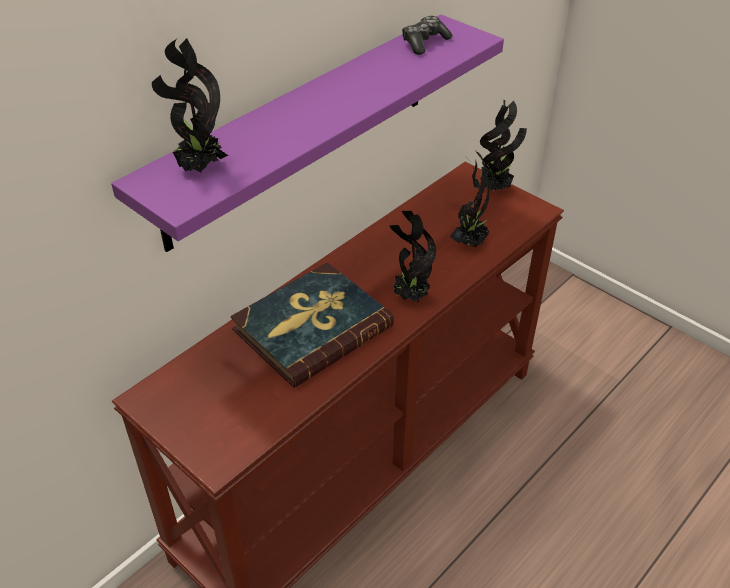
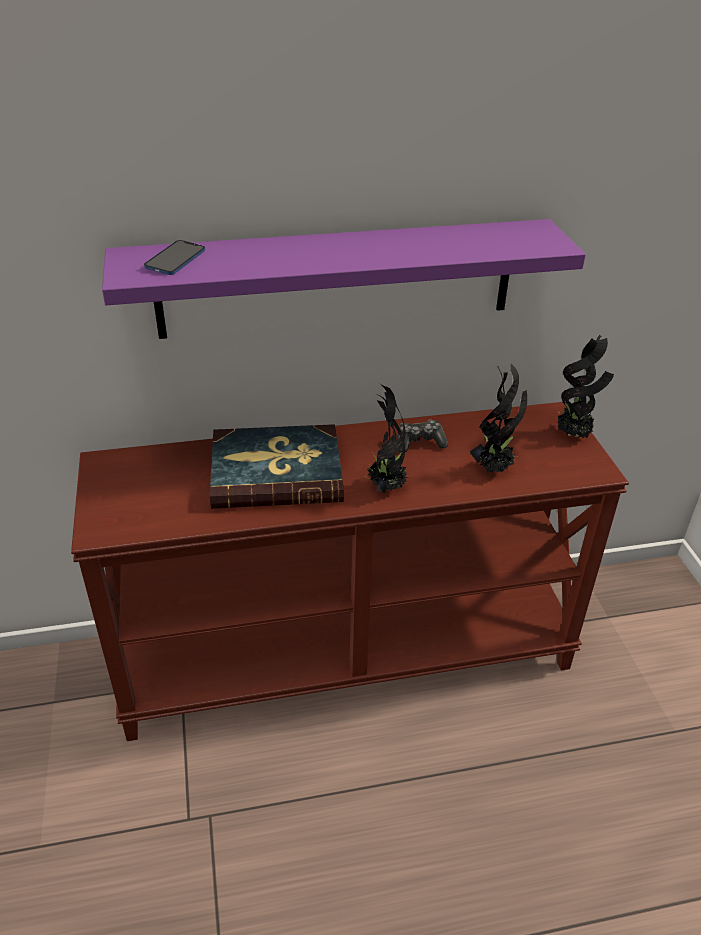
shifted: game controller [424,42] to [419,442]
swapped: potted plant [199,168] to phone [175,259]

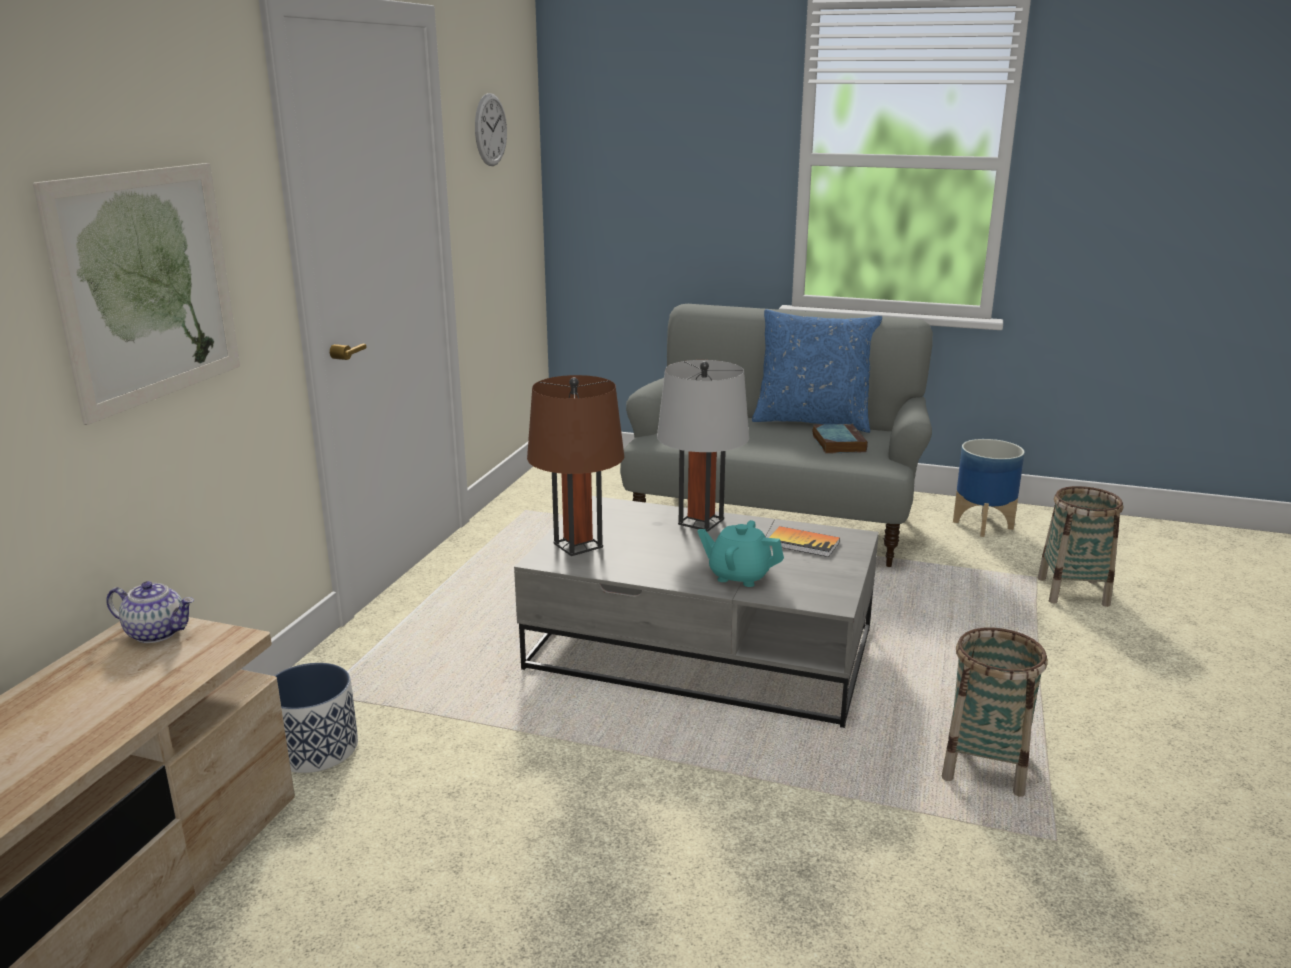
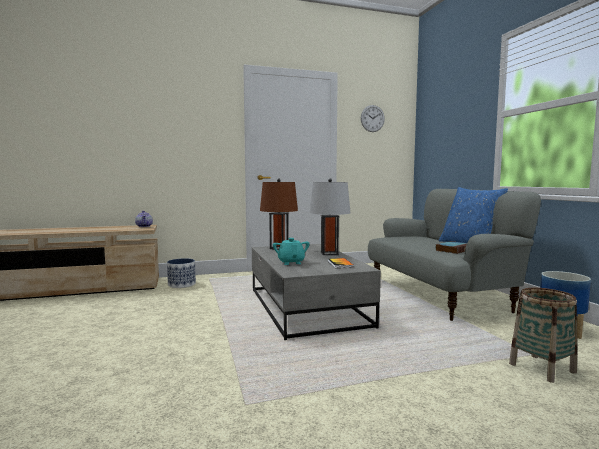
gone: picture [148,286]; basket [984,766]

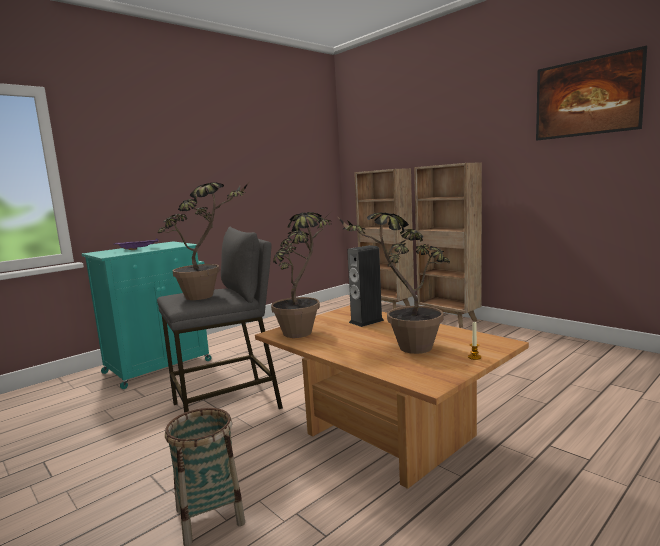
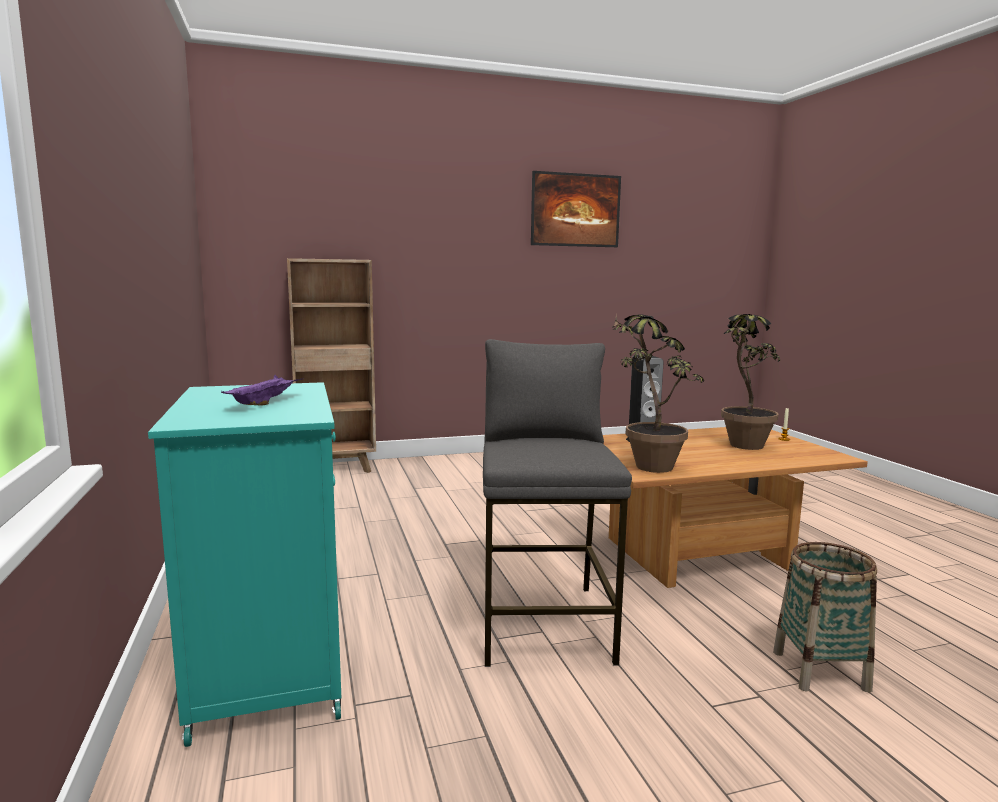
gone: potted plant [209,296]; bookcase/brown [449,320]

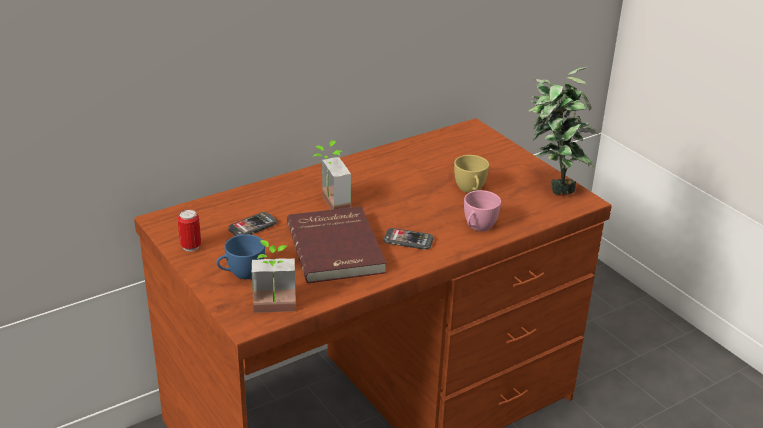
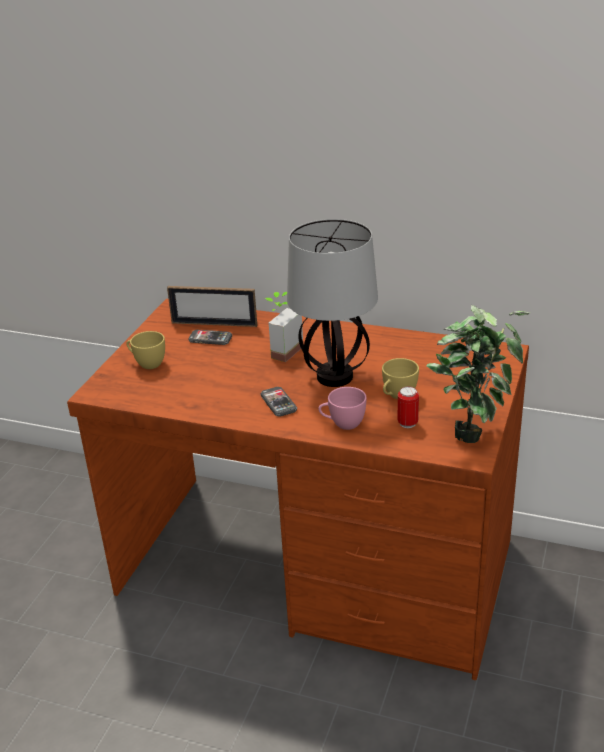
gone: potted plant [274,311]; book/red [337,248]
new: picture frame [214,324]; table lamp [334,377]
shifted: can [191,246] to [407,423]
repainted: cup/blue [241,274] to cup/yellow [147,363]

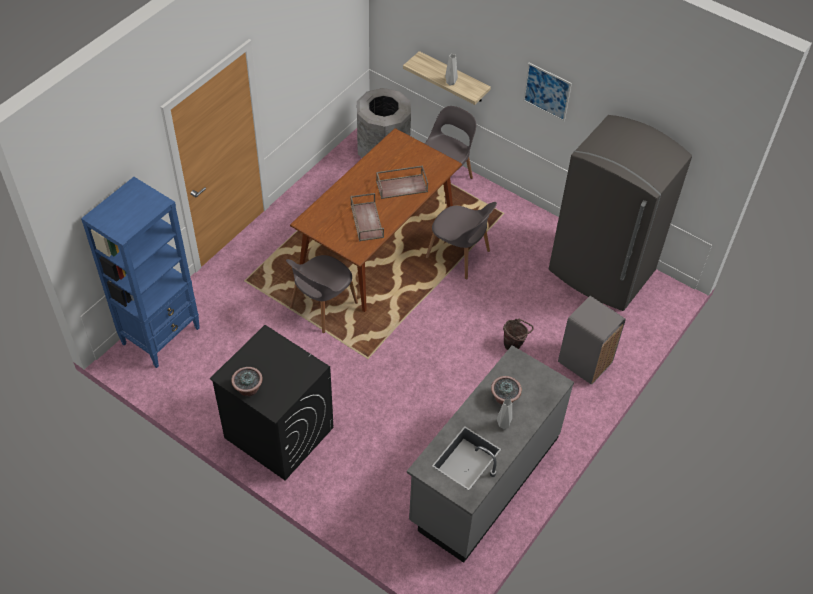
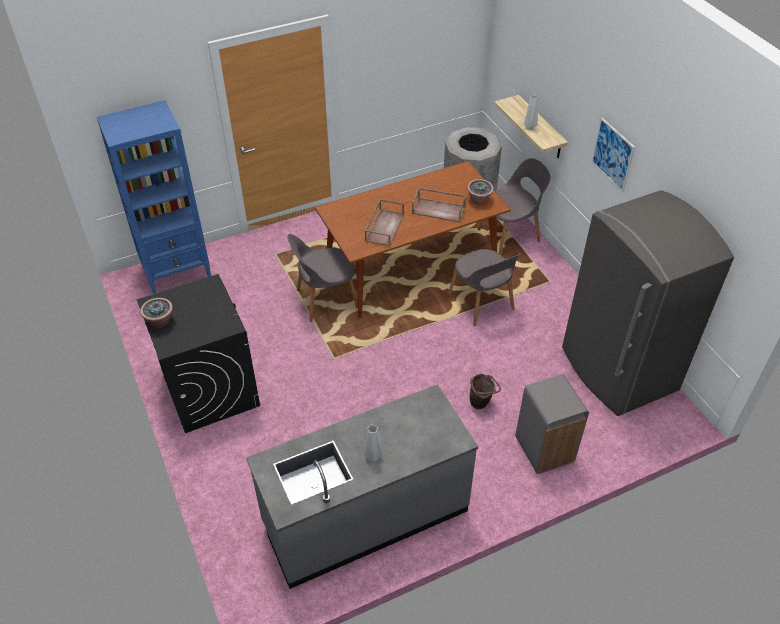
shifted: potted plant [504,398] to [479,200]

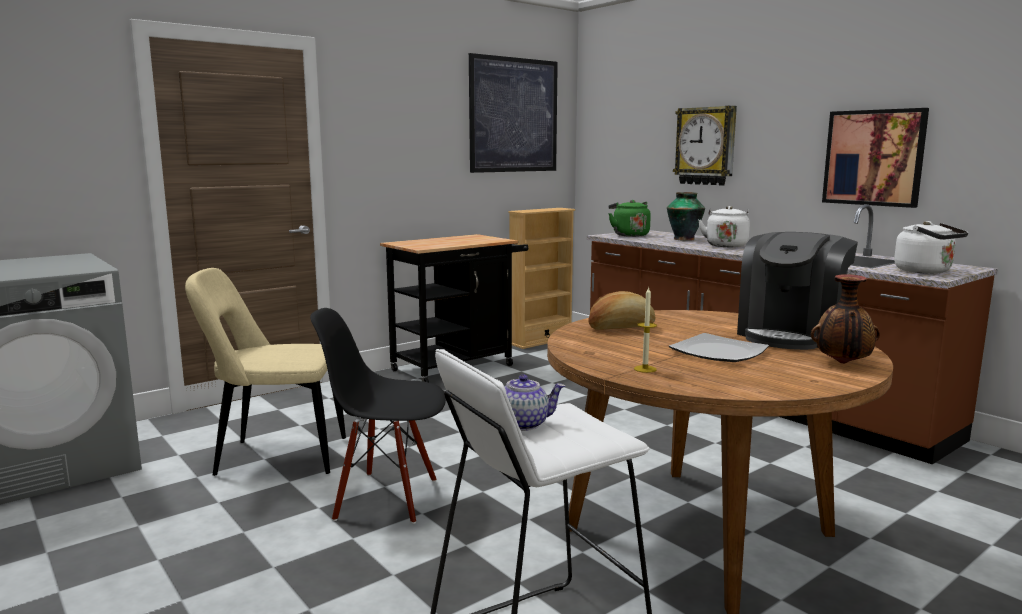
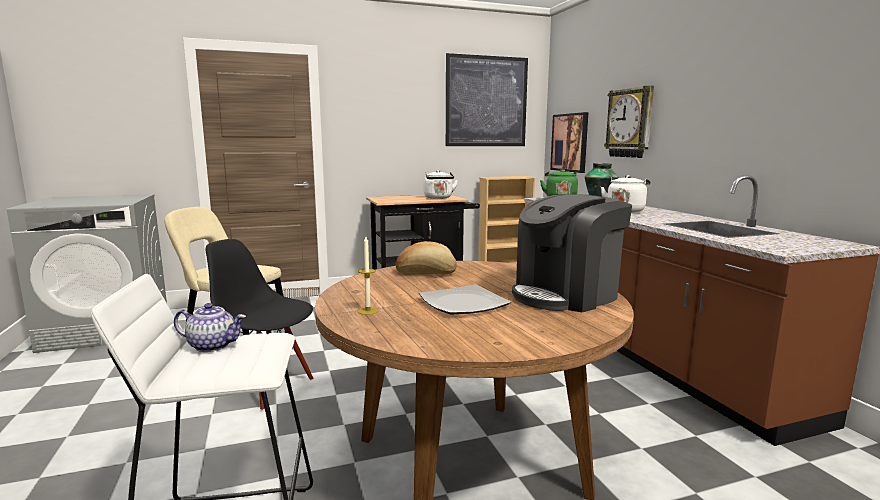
gone: vase [842,363]
shifted: picture [873,157] to [570,142]; kettle/white [926,271] to [438,198]

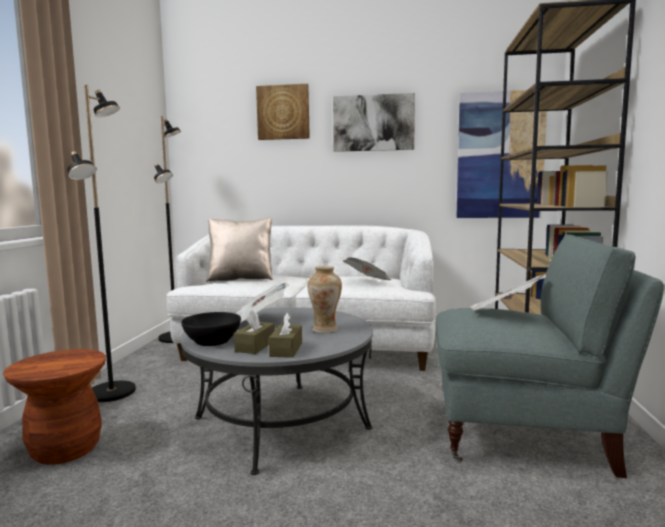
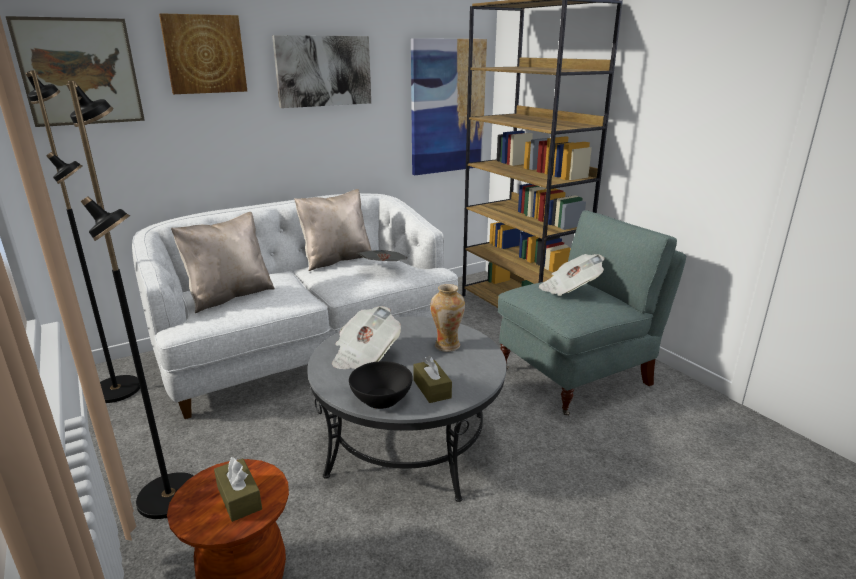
new: picture [80,72]; pillow/beige [336,260]
shifted: tissue box/brown [286,349] to [239,498]

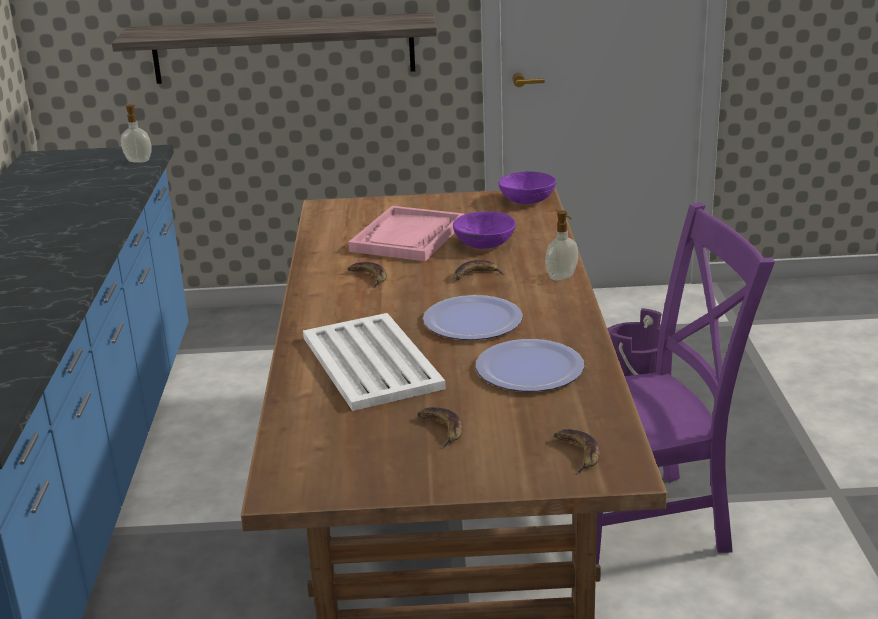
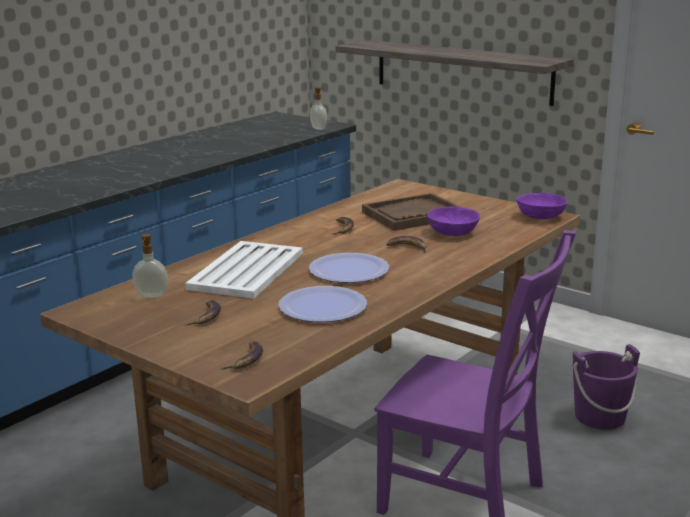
shifted: soap dispenser [562,277] to [151,296]
repainted: tray/pink [408,237] to tray/brown [413,215]

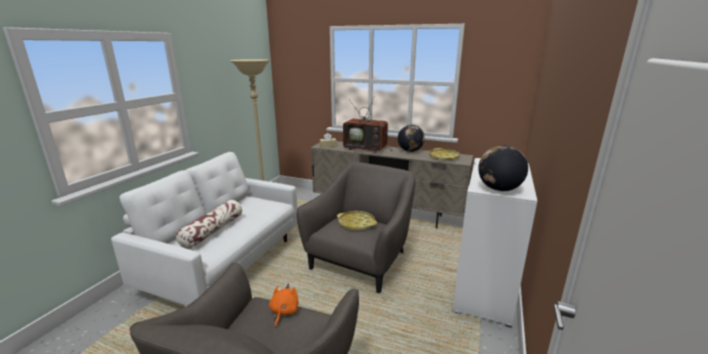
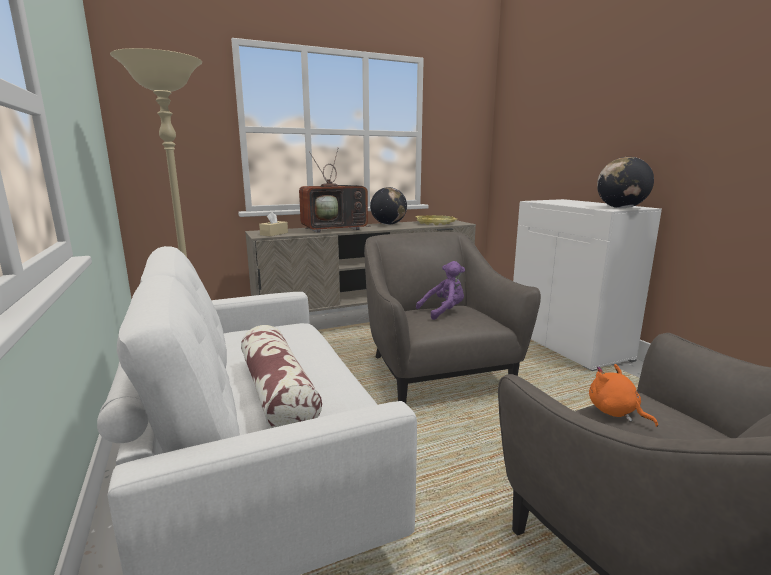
swapped: tray/yellow [356,223] to plush toy/purple [444,311]

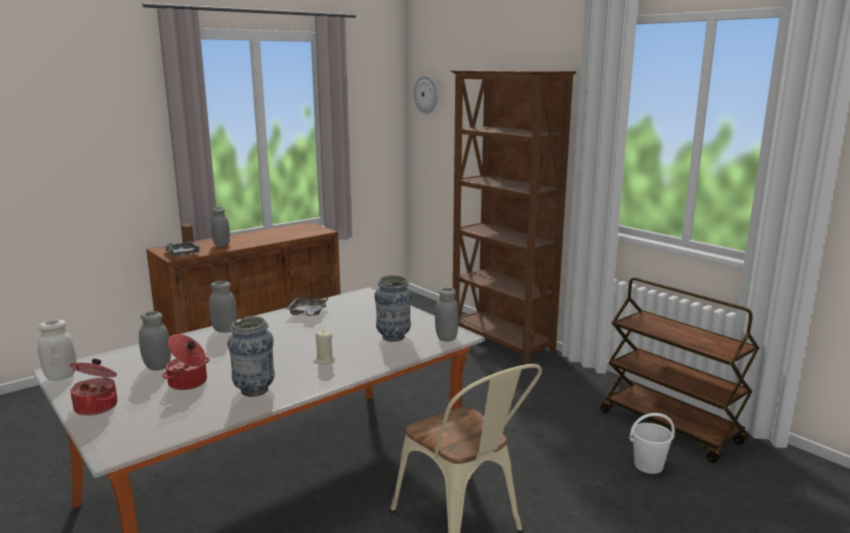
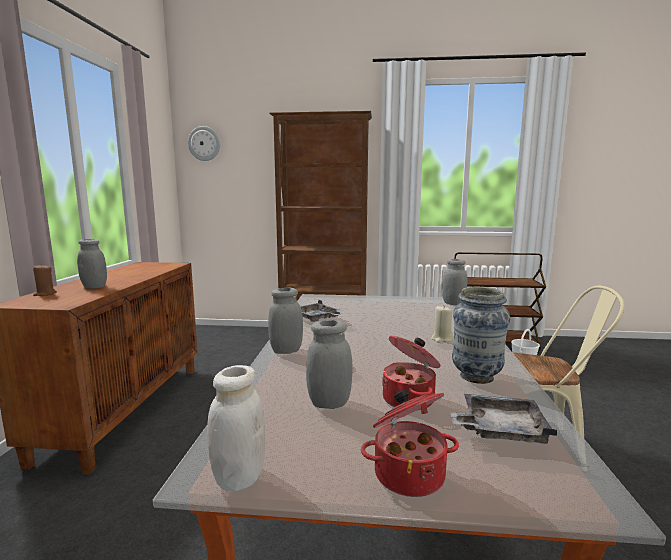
gone: vase [393,337]
shifted: tray/grey [182,253] to [500,429]

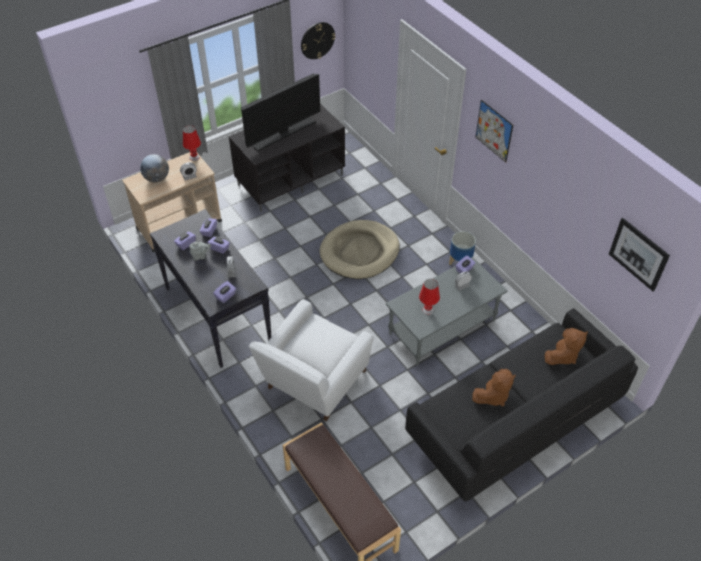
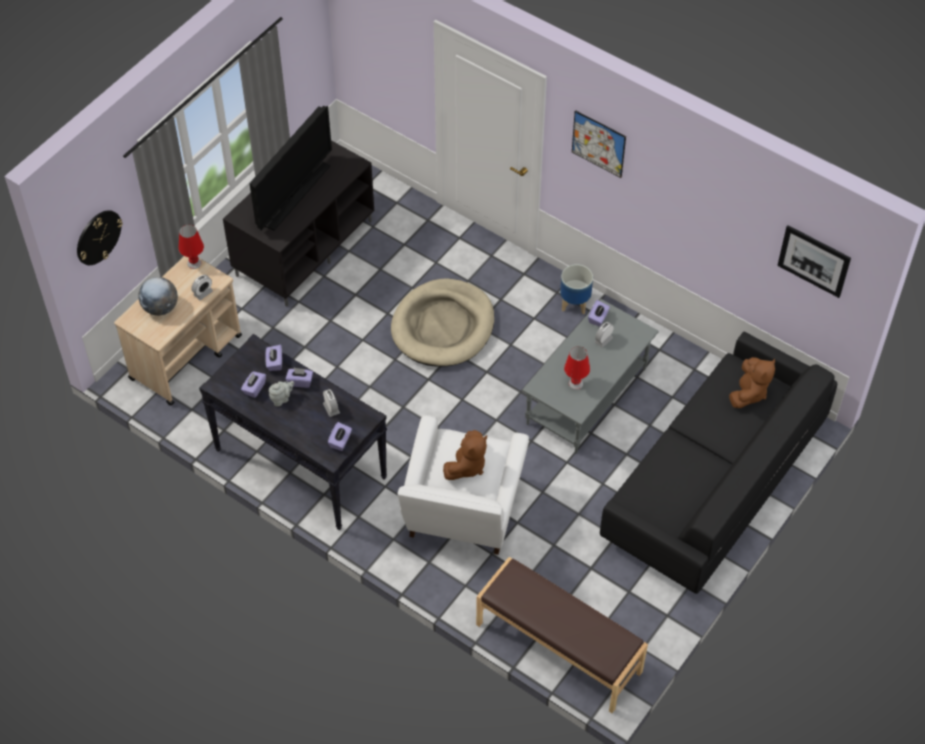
shifted: wall clock [317,40] to [98,237]; plush toy/brown [493,396] to [467,466]

